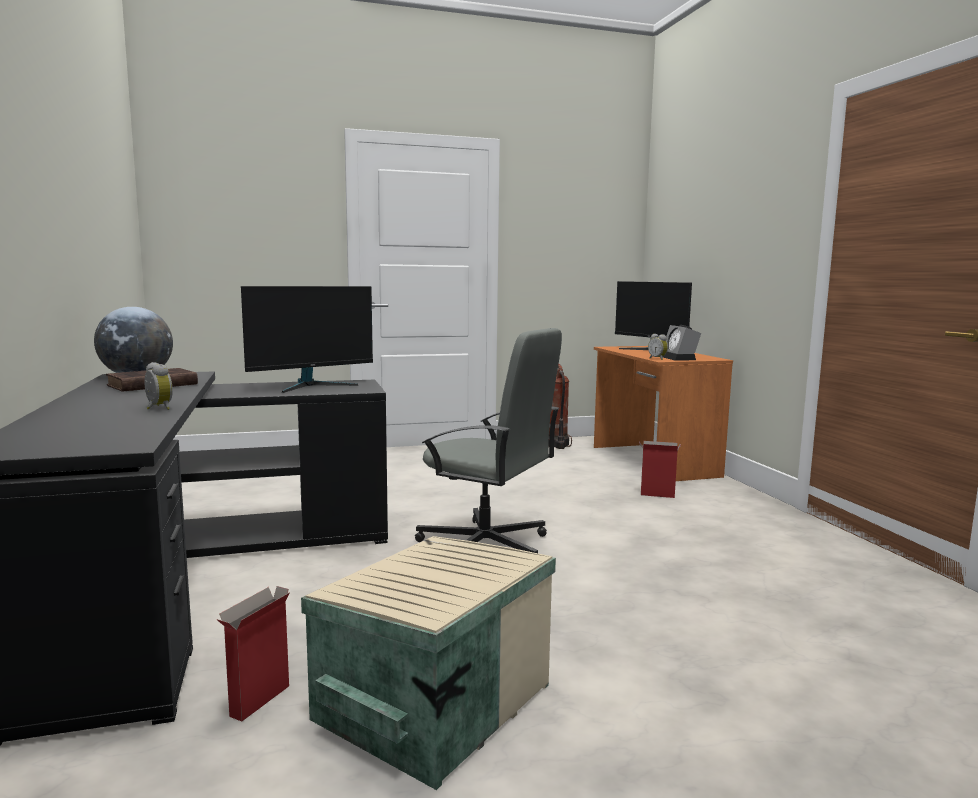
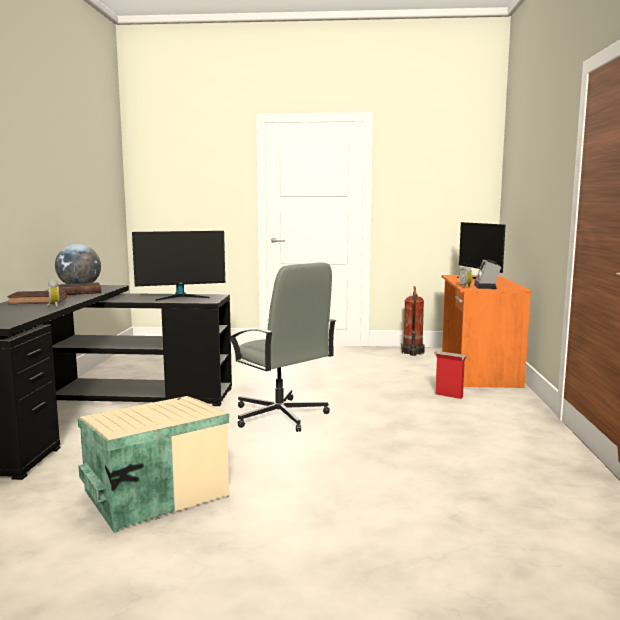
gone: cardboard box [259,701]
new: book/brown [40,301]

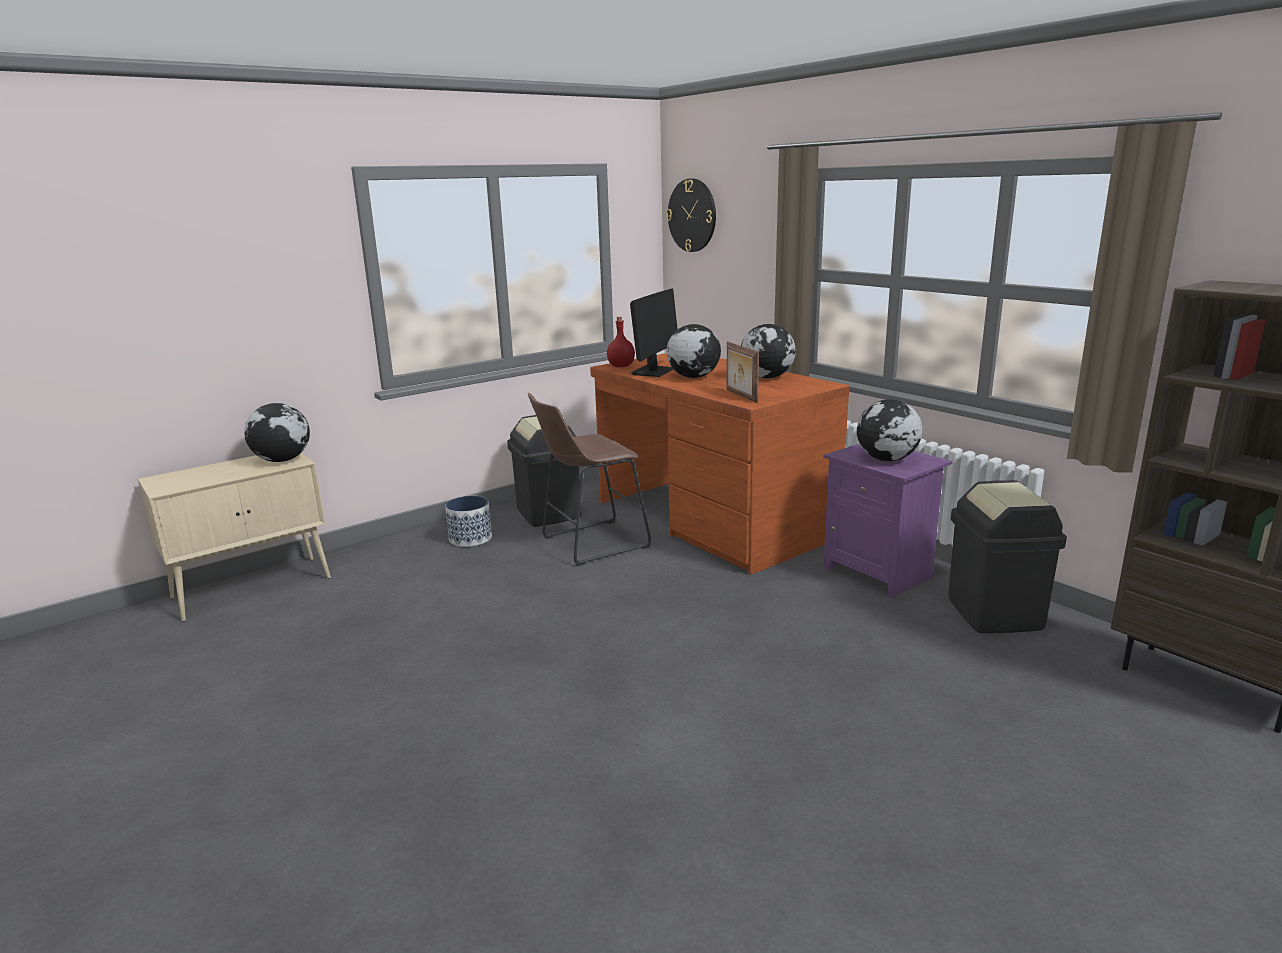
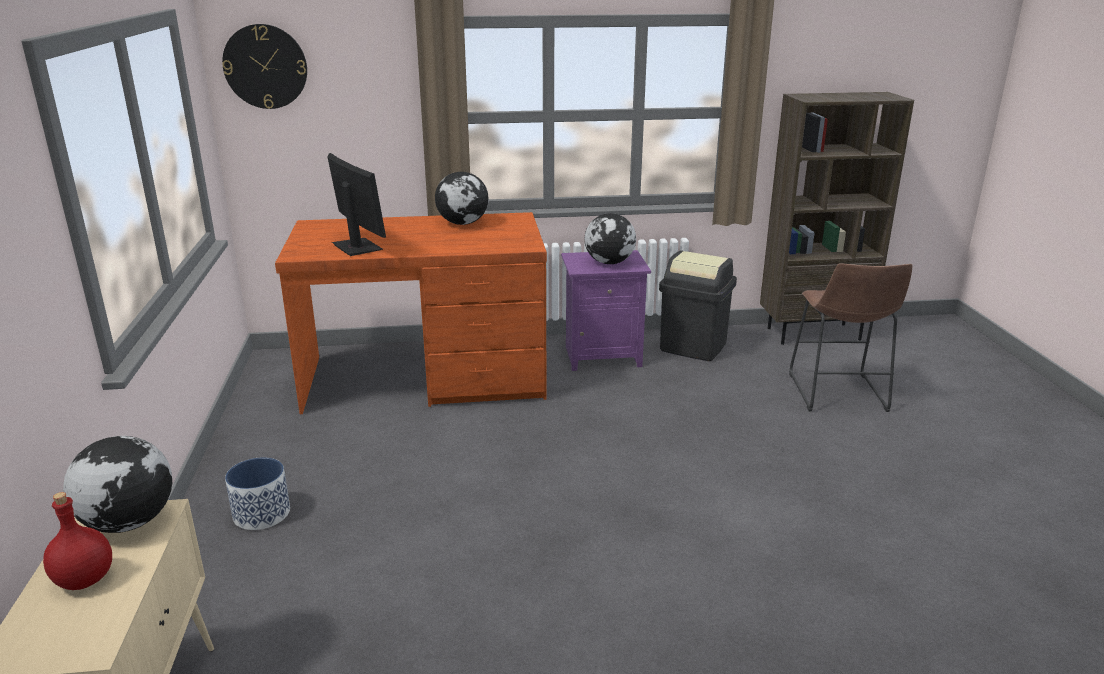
gone: trash can/black [549,513]; globe [693,377]; picture frame [740,396]
shifted: stool/brown [589,543] to [838,395]; bottle/red [620,366] to [83,580]

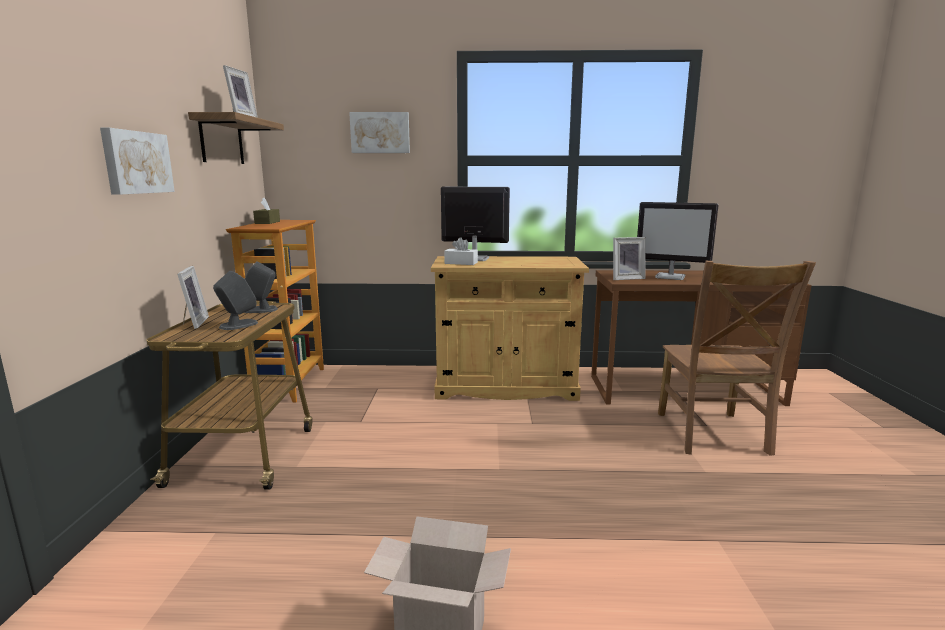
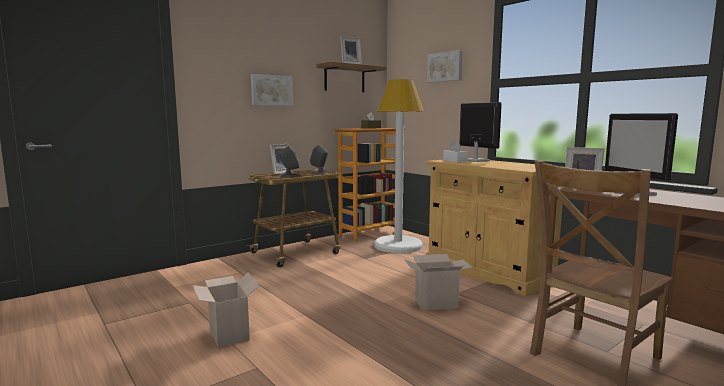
new: floor lamp/white [398,246]; cardboard box [437,303]

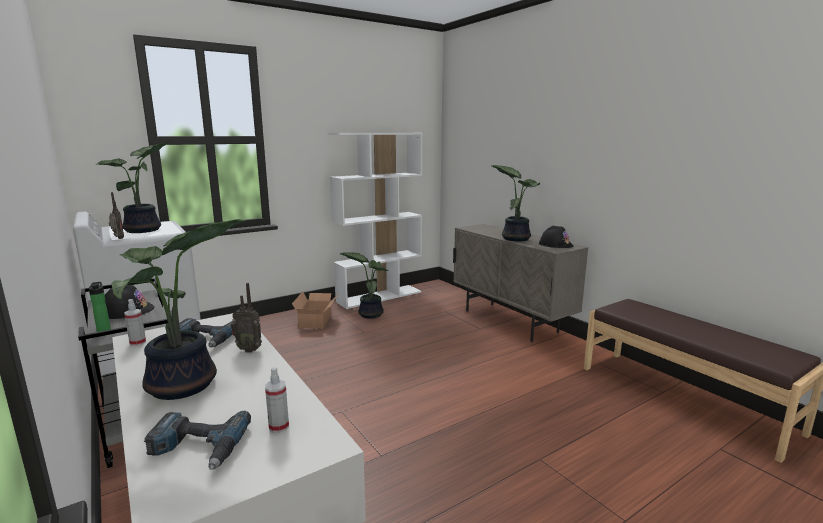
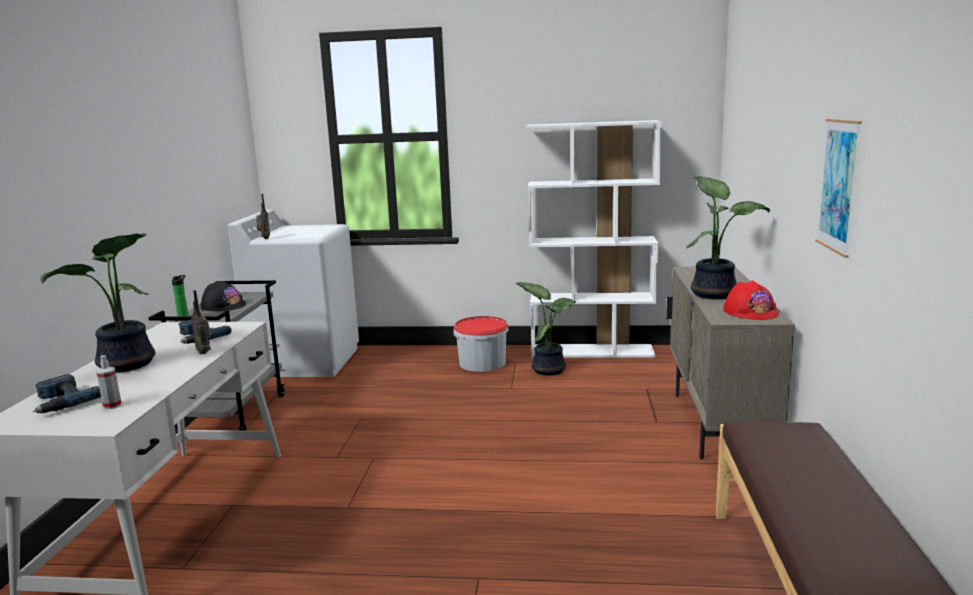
gone: potted plant [145,230]; spray bottle [138,343]
new: picture [838,185]
swapped: cardboard box [317,320] to bucket [482,363]
repainted: hard hat/black [555,244] to hard hat/red [750,312]

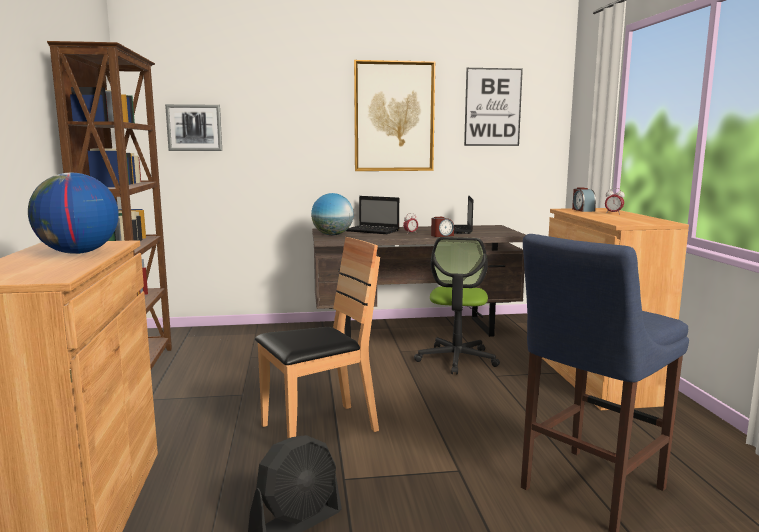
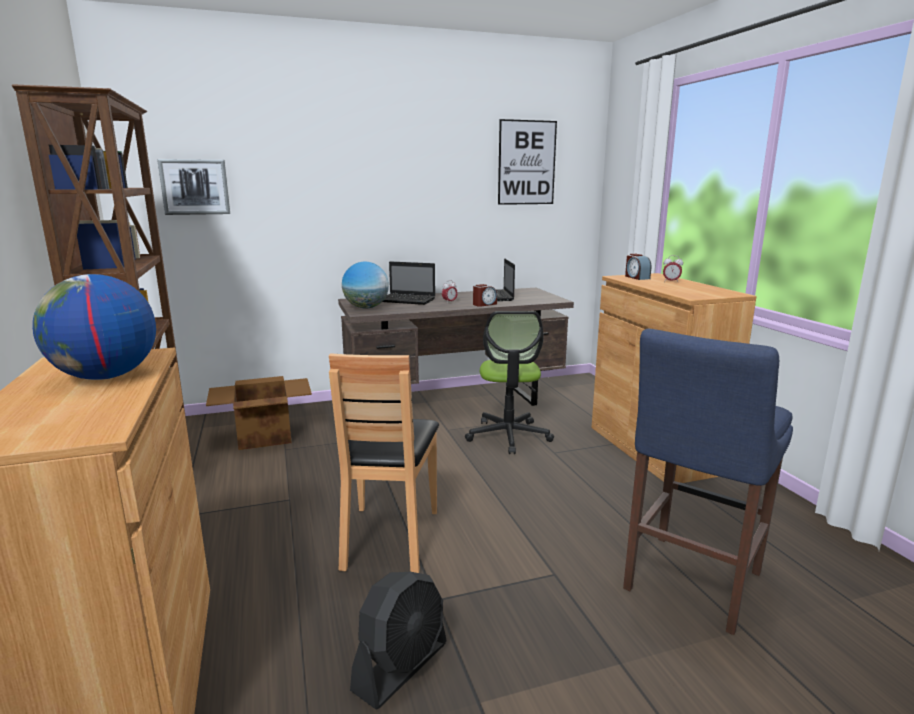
gone: picture [394,117]
new: cardboard box [263,436]
rotated: chair/brown [319,429] = [389,537] 135 degrees clockwise

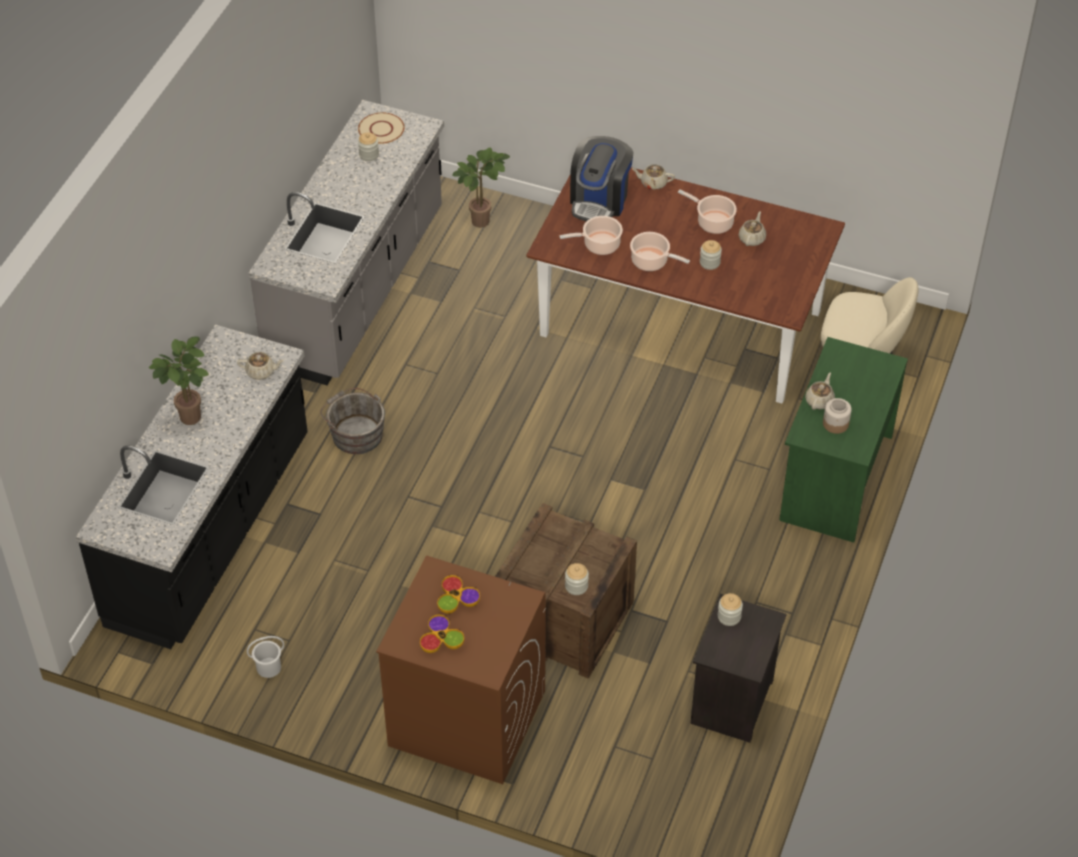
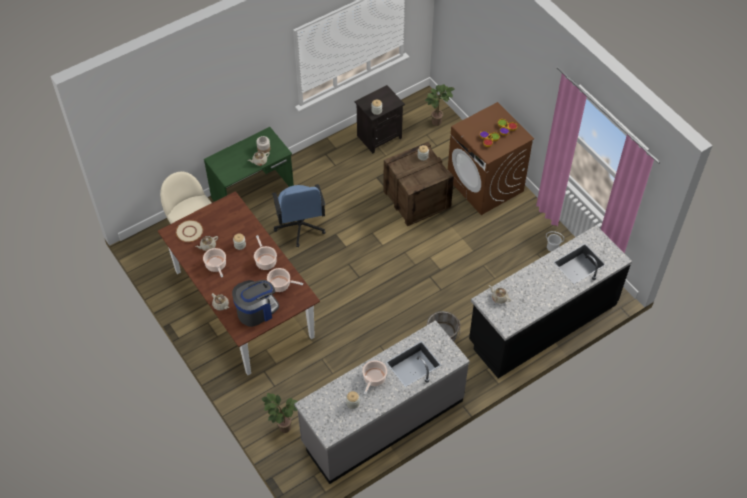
new: office chair/blue [300,226]; cooking pot [374,379]
shifted: potted plant [191,420] to [437,121]; plate/beige [381,129] to [189,231]

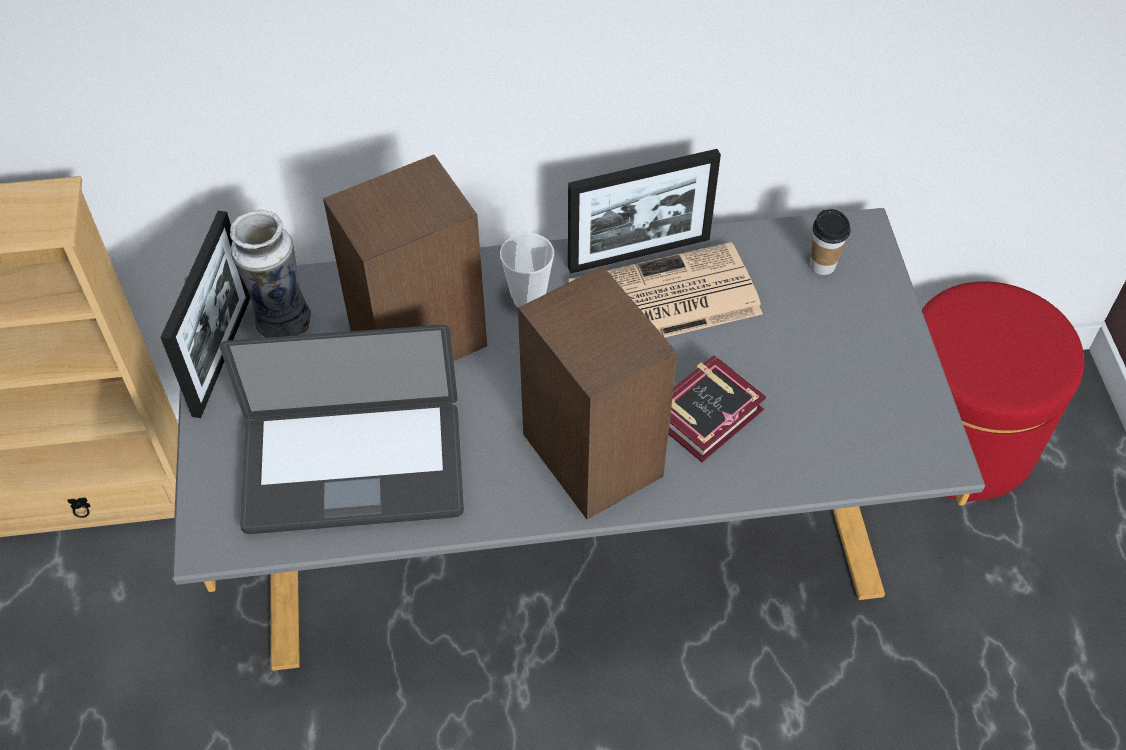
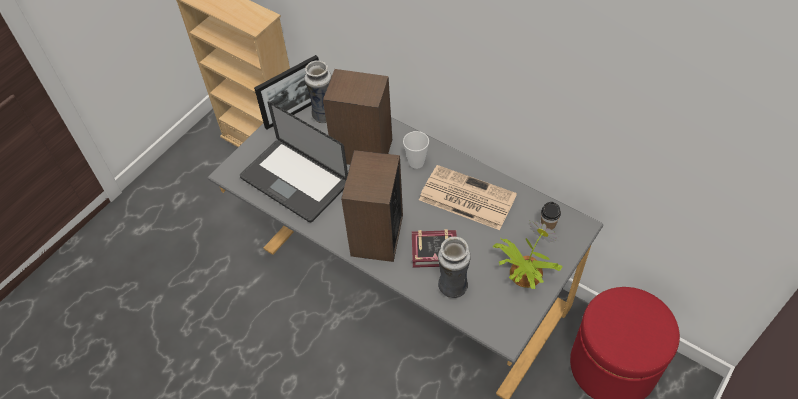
gone: picture frame [639,253]
new: vase [452,288]; potted plant [524,273]

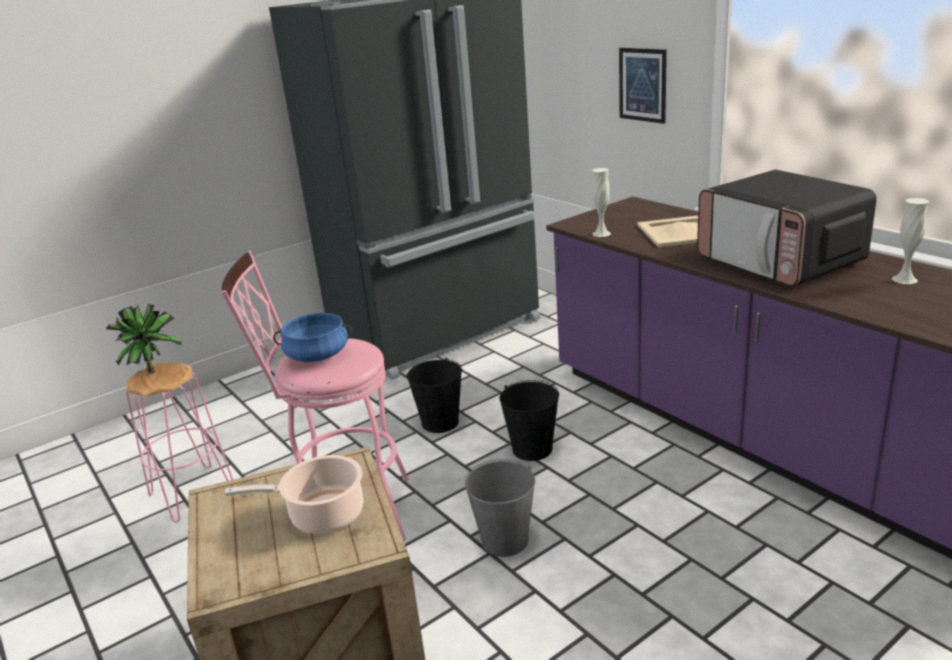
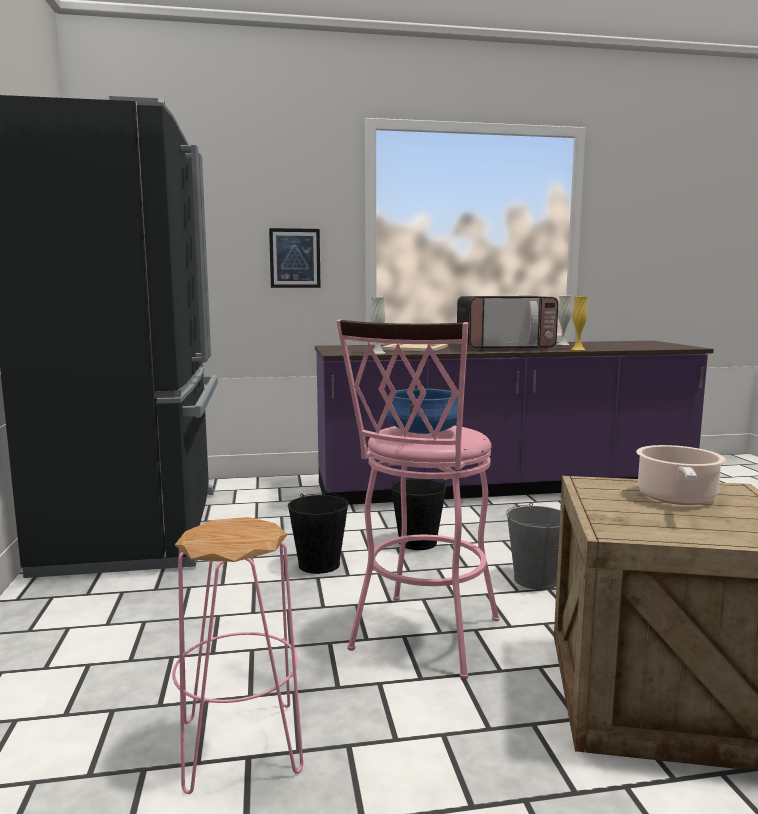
gone: potted plant [153,370]
new: vase/yellow [578,349]

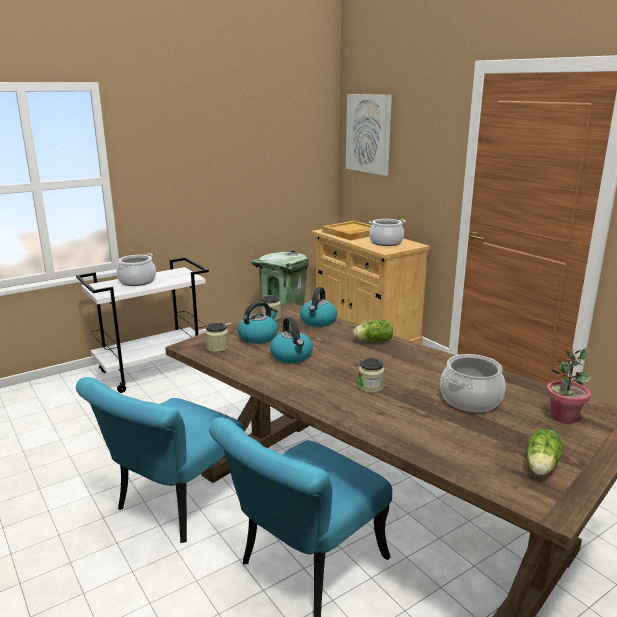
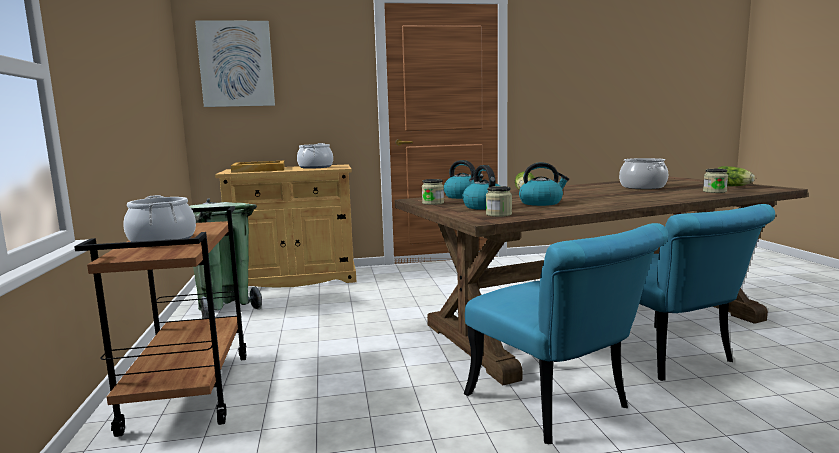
gone: potted plant [563,417]
shifted: jar [370,387] to [714,191]
repainted: cart/white [154,370] to cart/brown [189,391]

